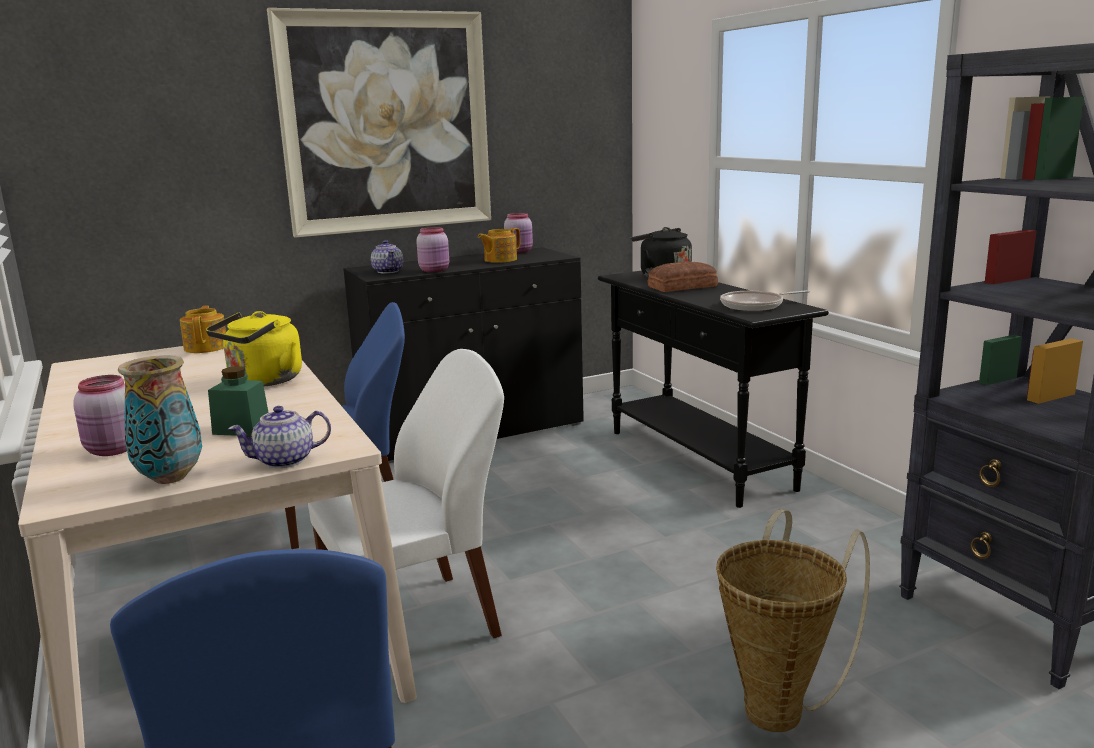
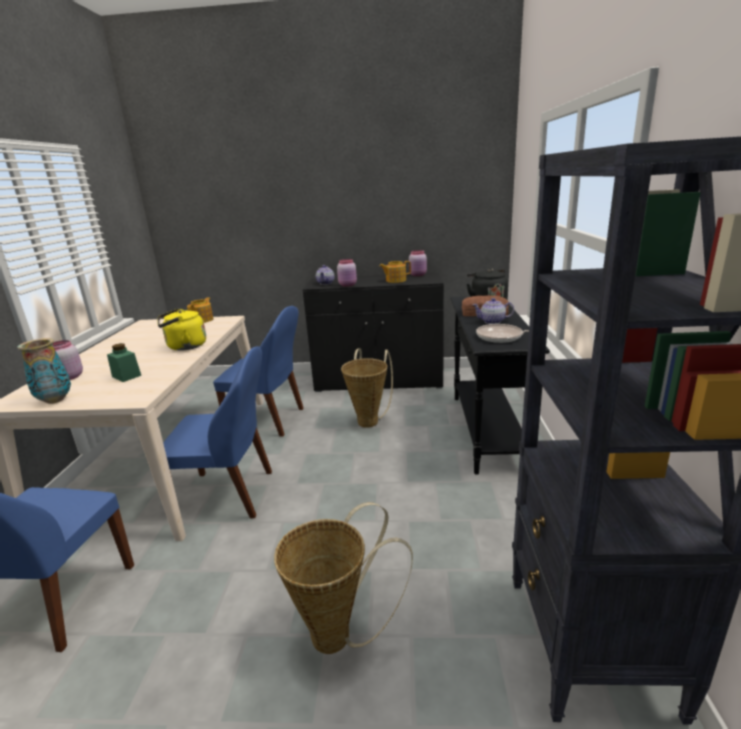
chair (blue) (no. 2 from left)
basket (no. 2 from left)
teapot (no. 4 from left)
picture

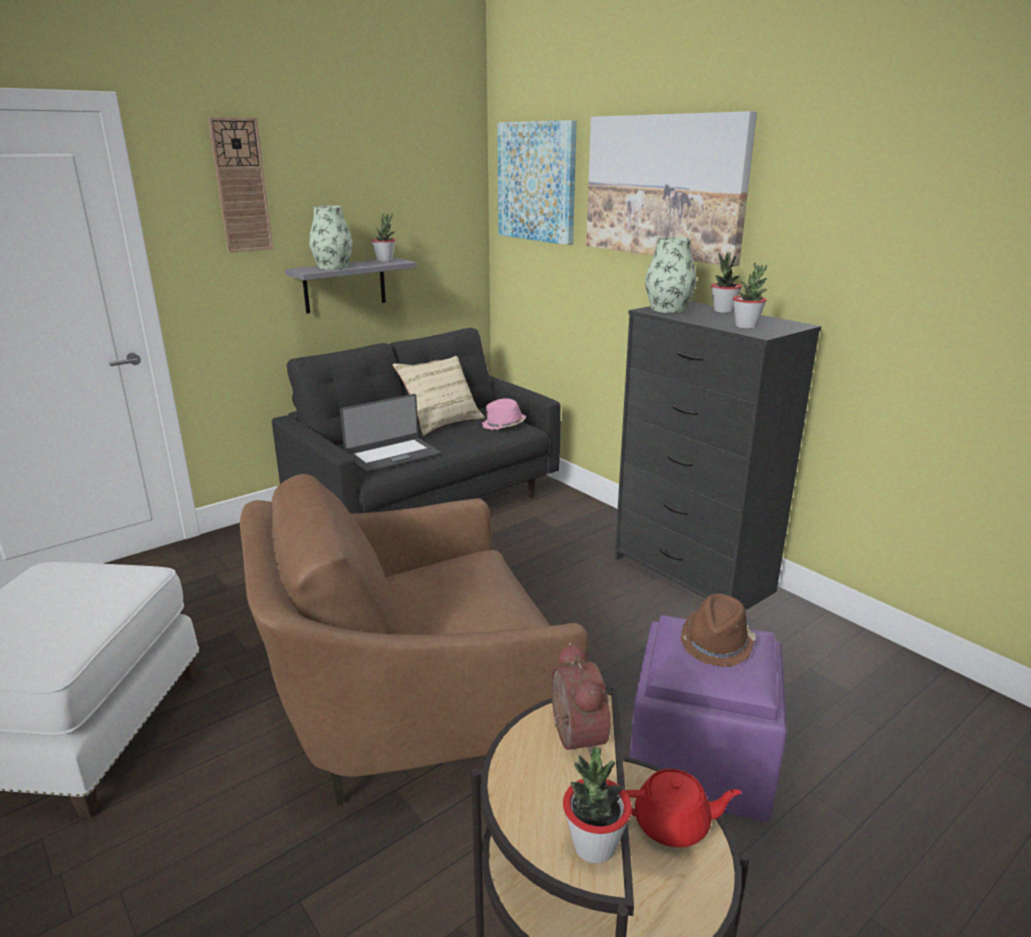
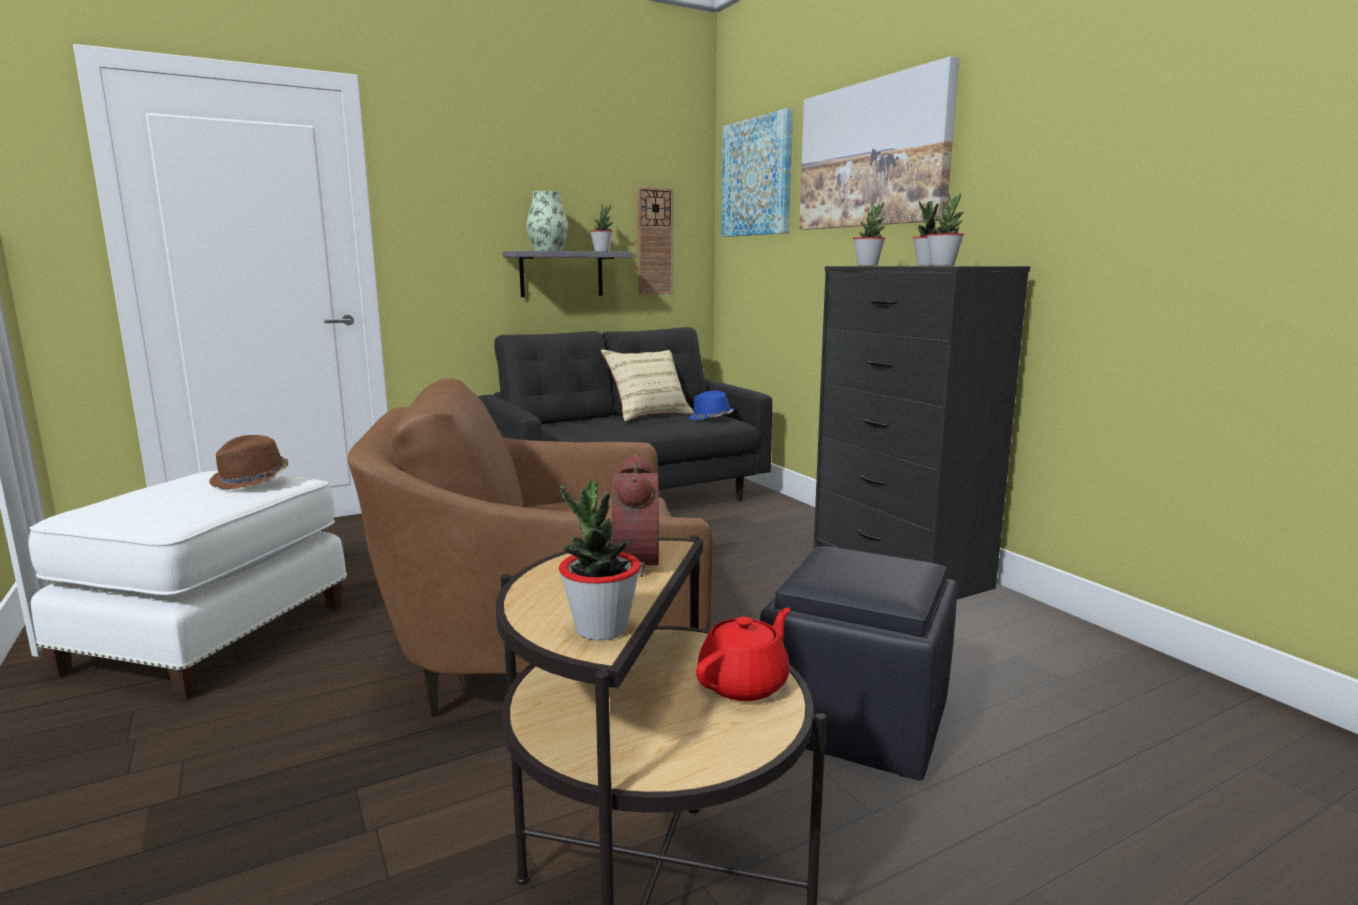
hat (brown)
wall clock
hat (blue)
teapot (red)
ottoman (black)
potted plant (no. 3 from left)
laptop

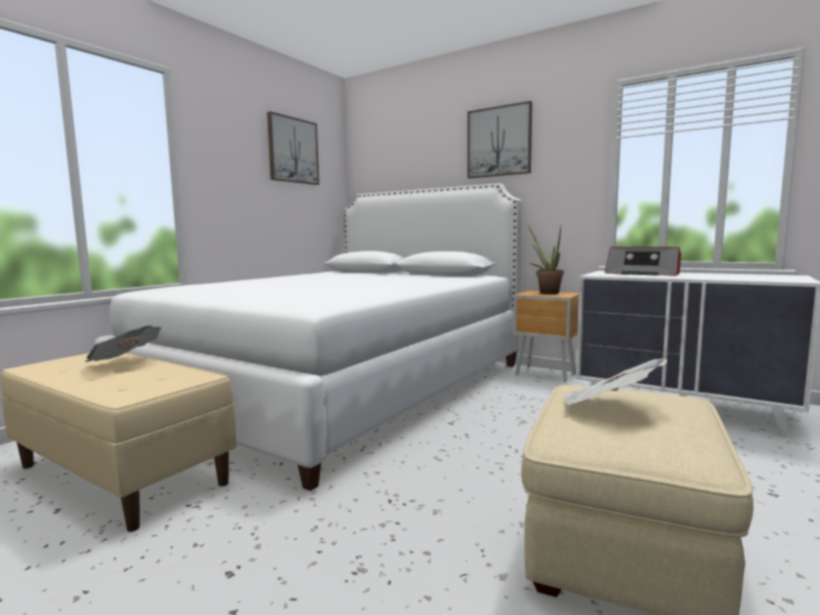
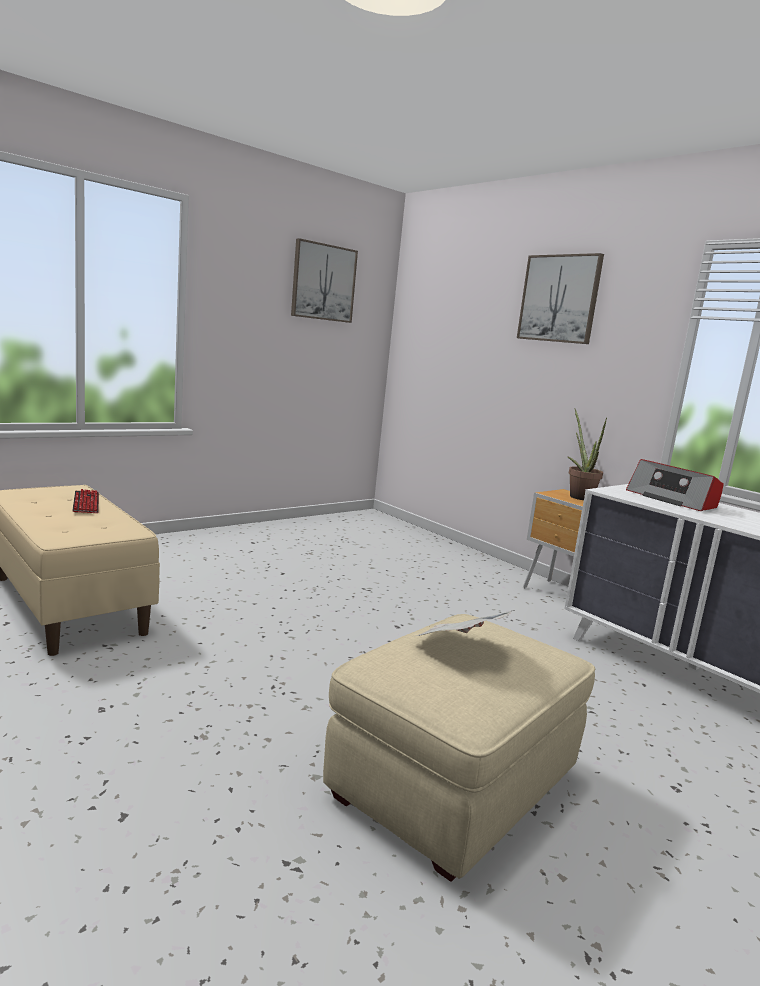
keyboard
bed (white)

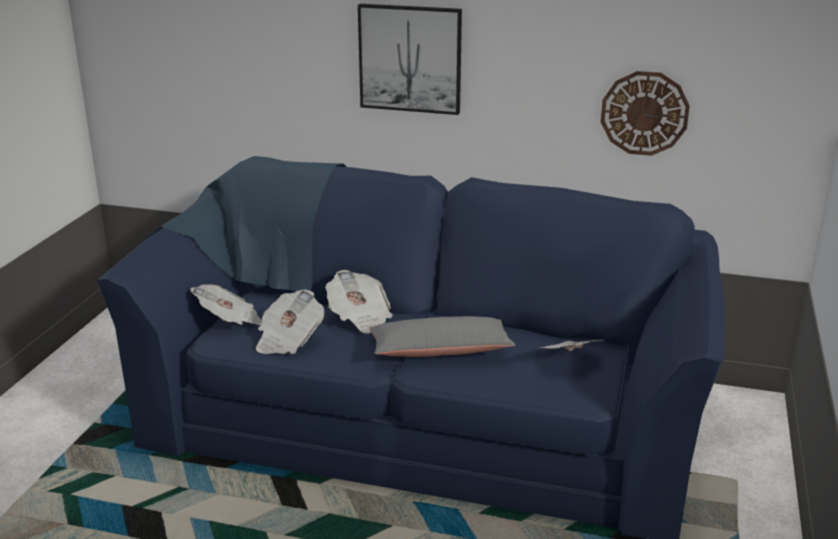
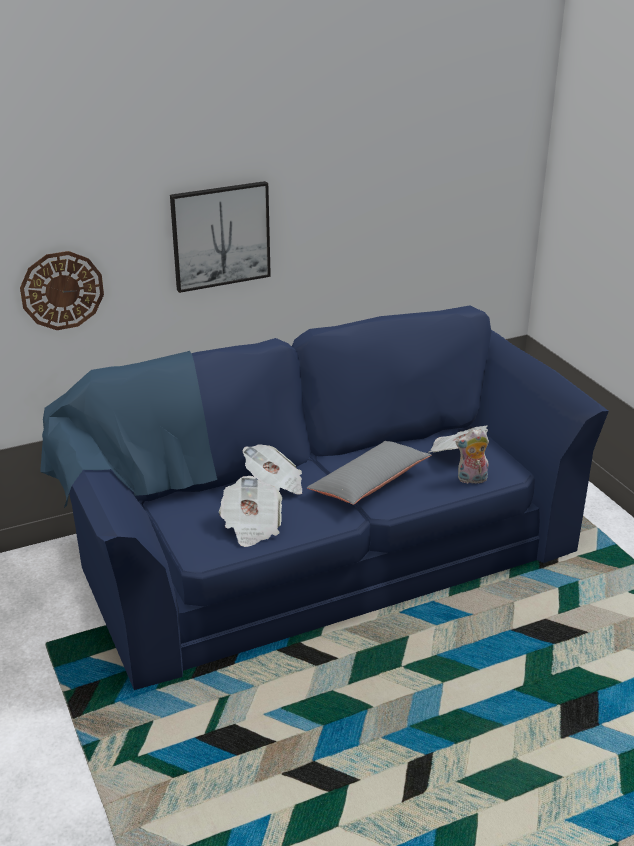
wall clock
plush toy
newspaper (no. 1 from left in the first image)

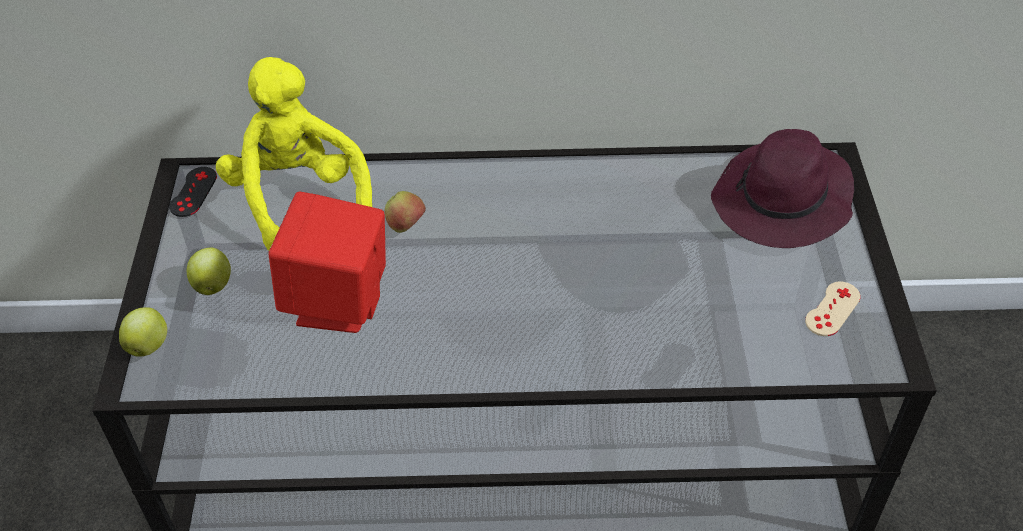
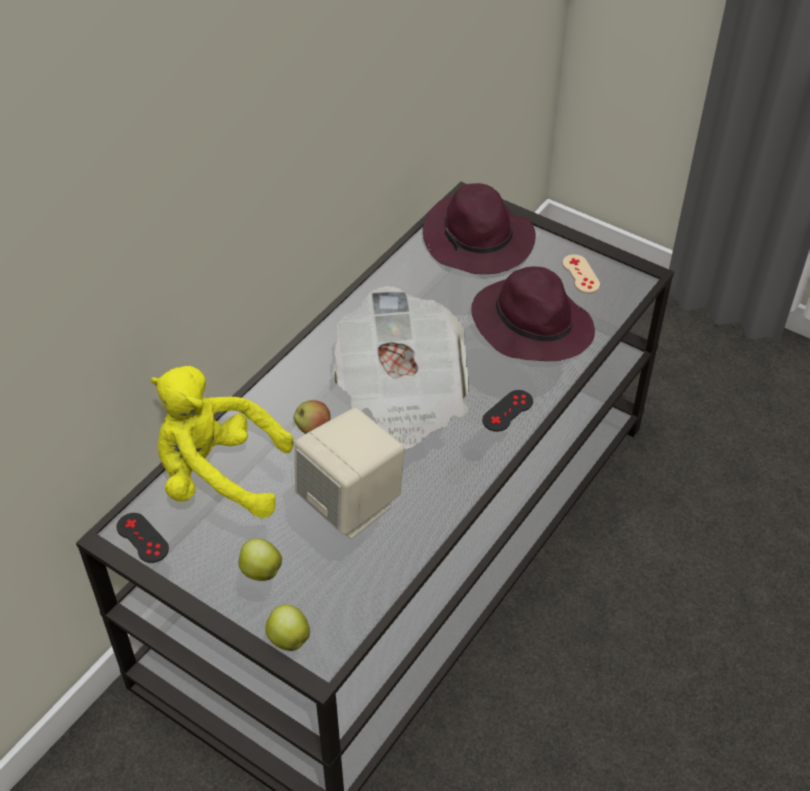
speaker (beige)
newspaper
hat (purple) (no. 2 from left)
game controller (black) (no. 2 from left)

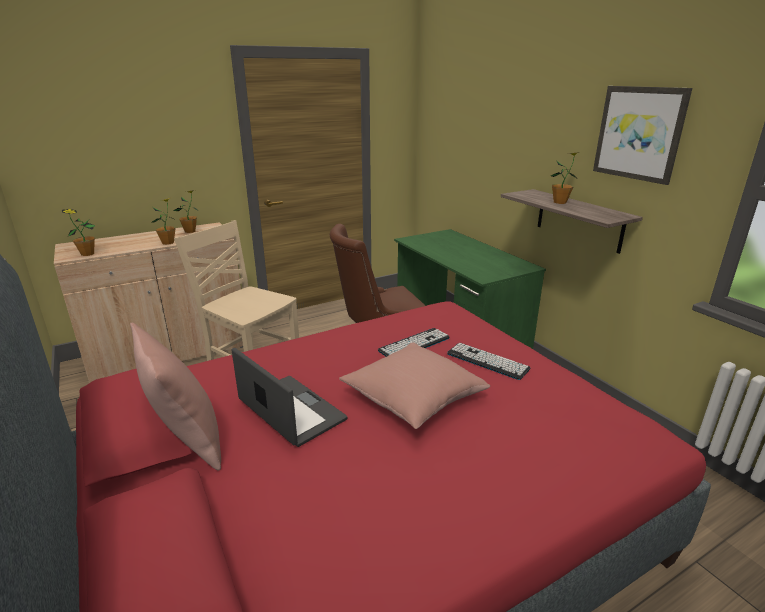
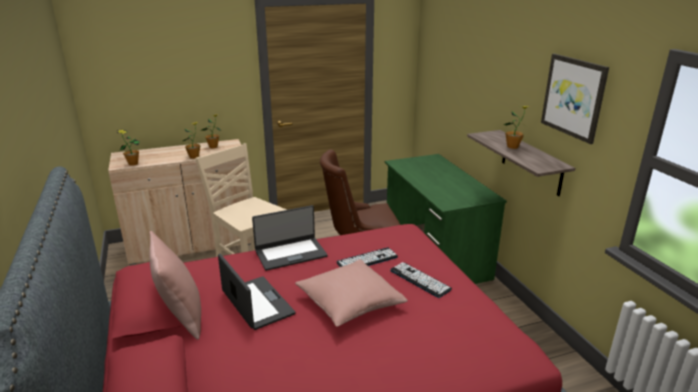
laptop (no. 2 from left)

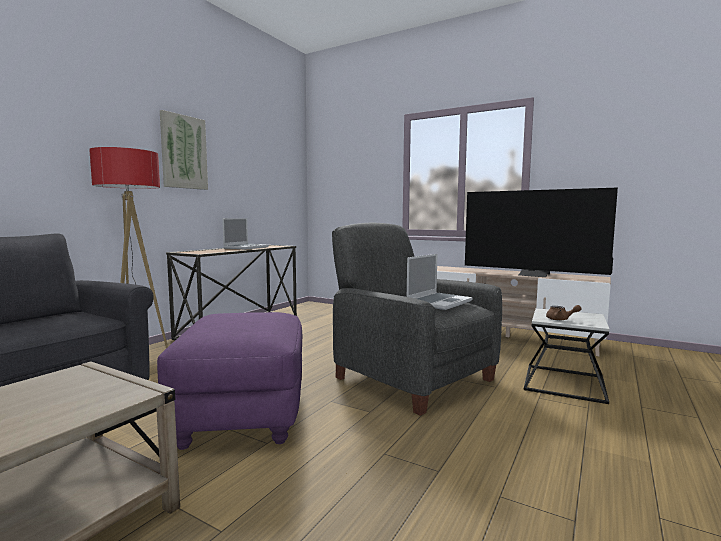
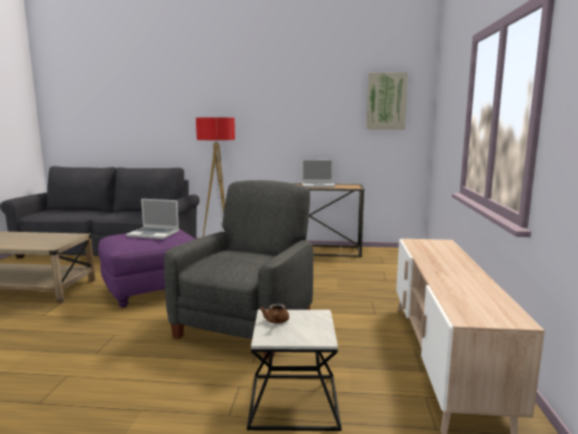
laptop (no. 1 from left)
picture
television

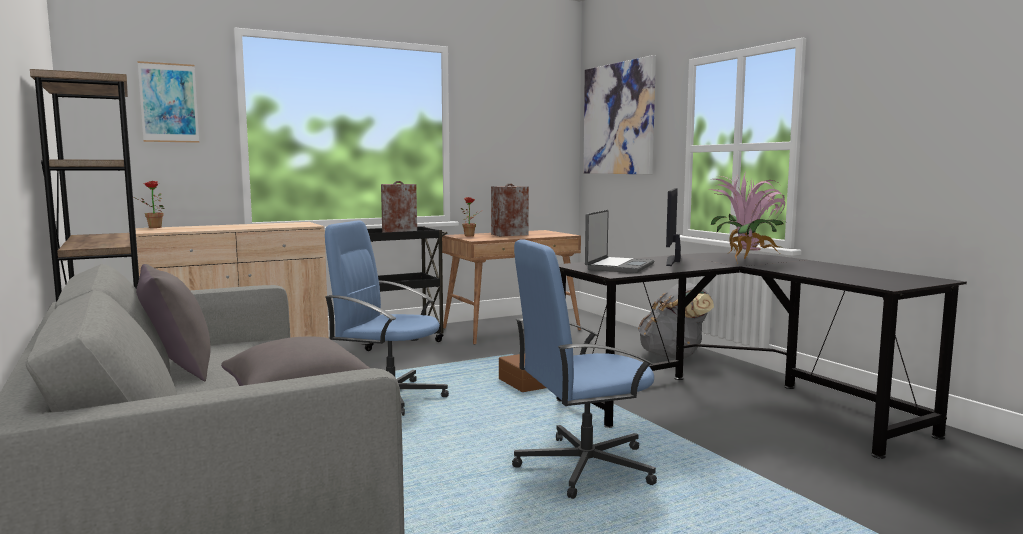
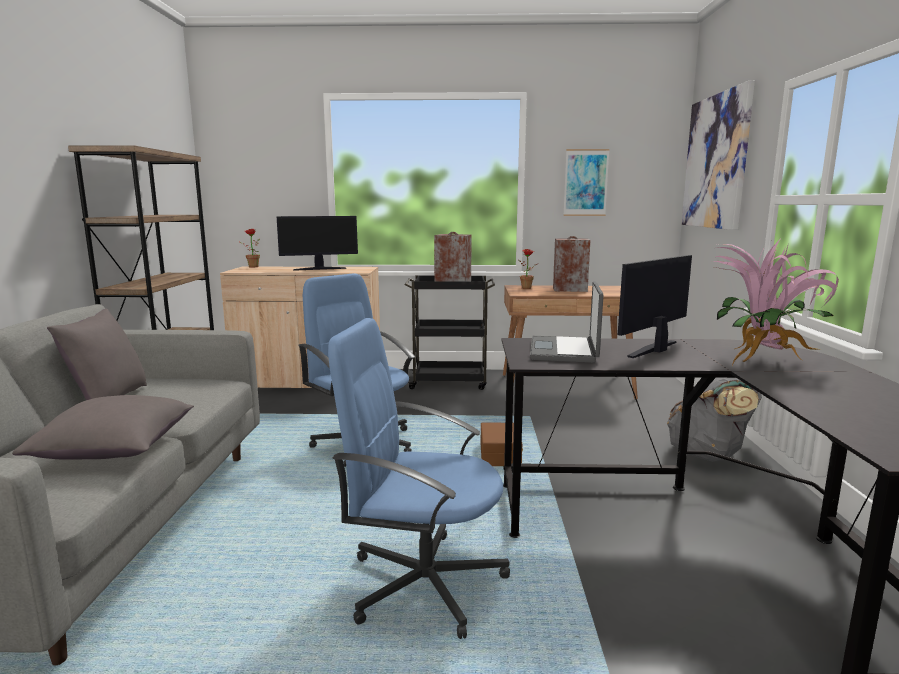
monitor (no. 1 from left)
laptop
picture (no. 1 from left)

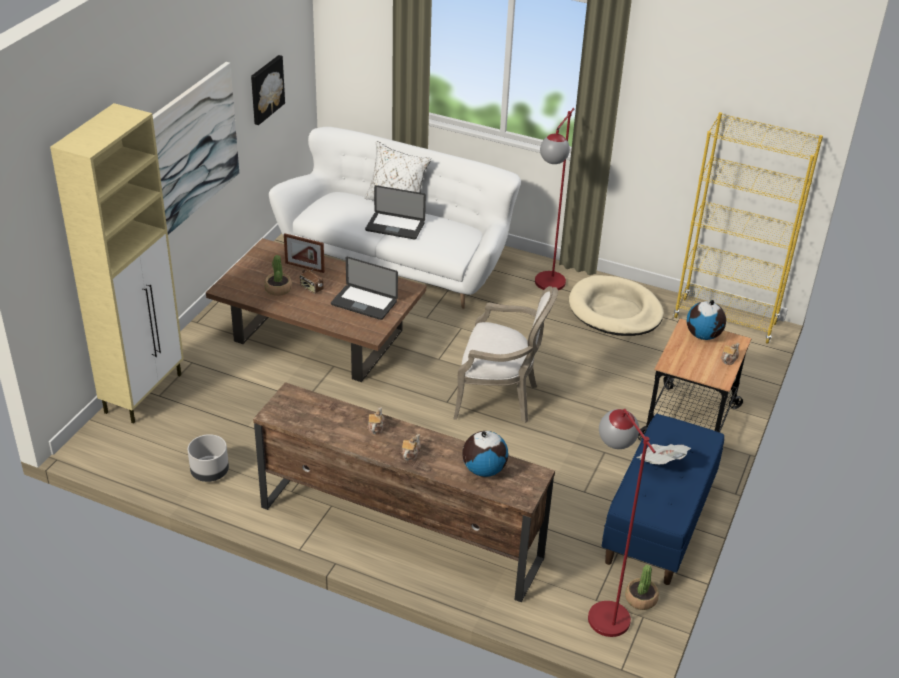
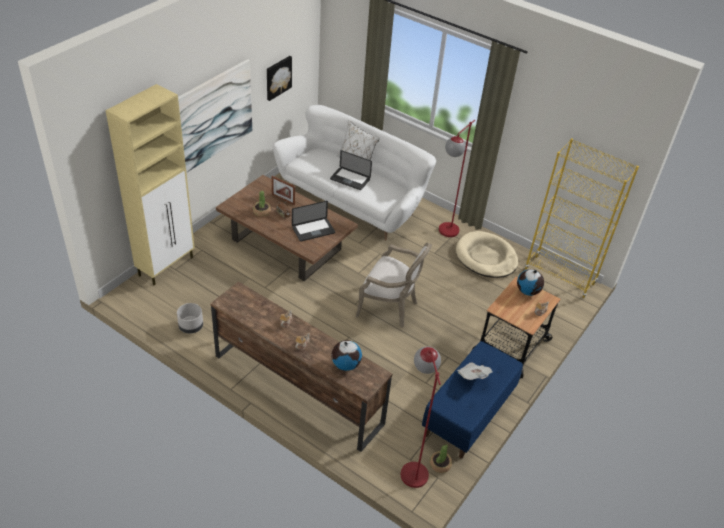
laptop (no. 1 from left)

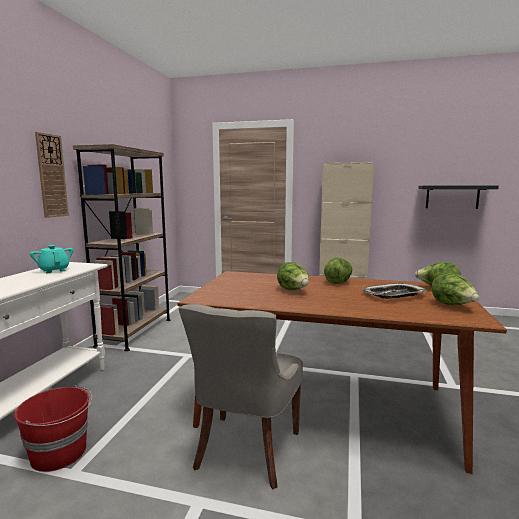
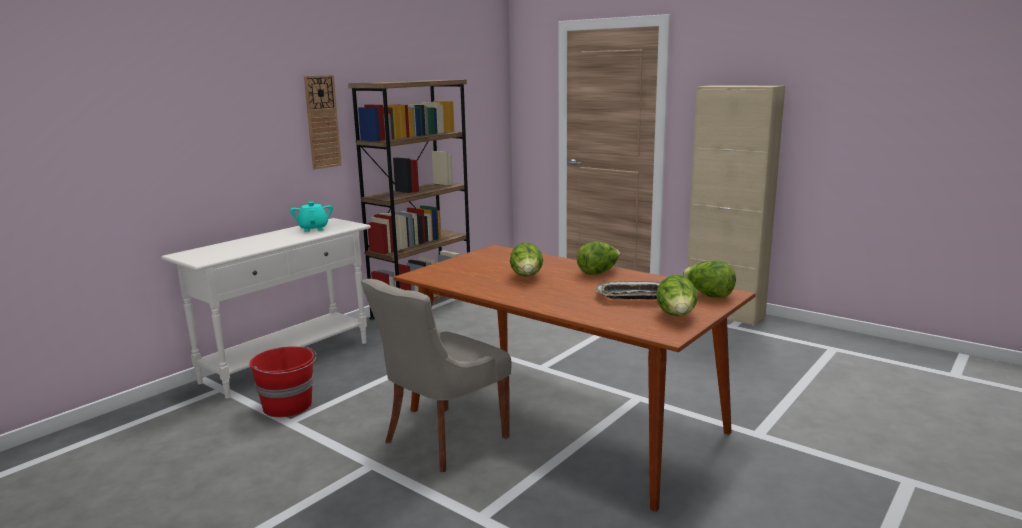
shelf (black)

